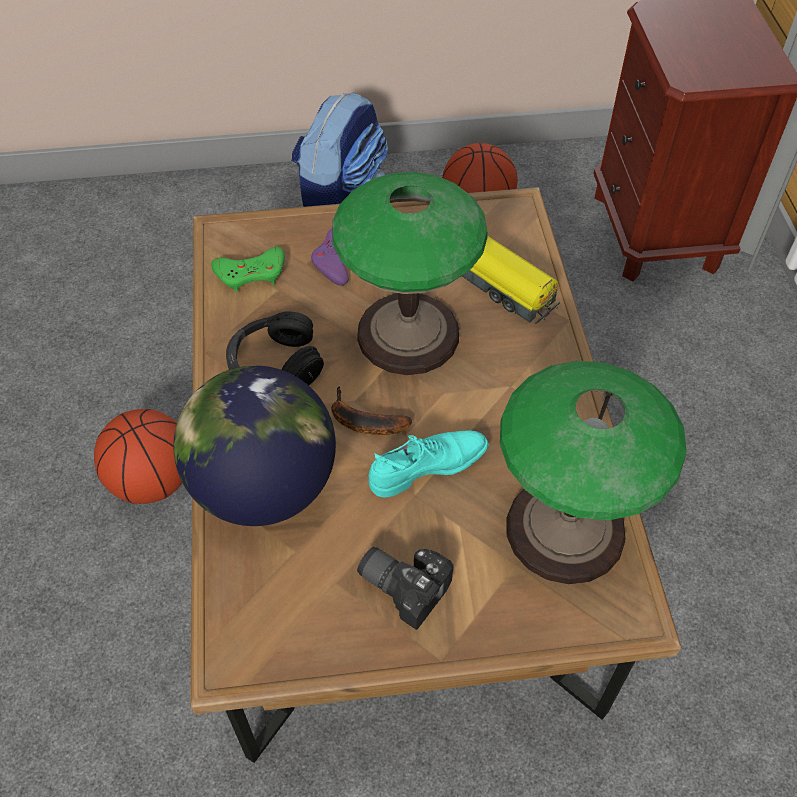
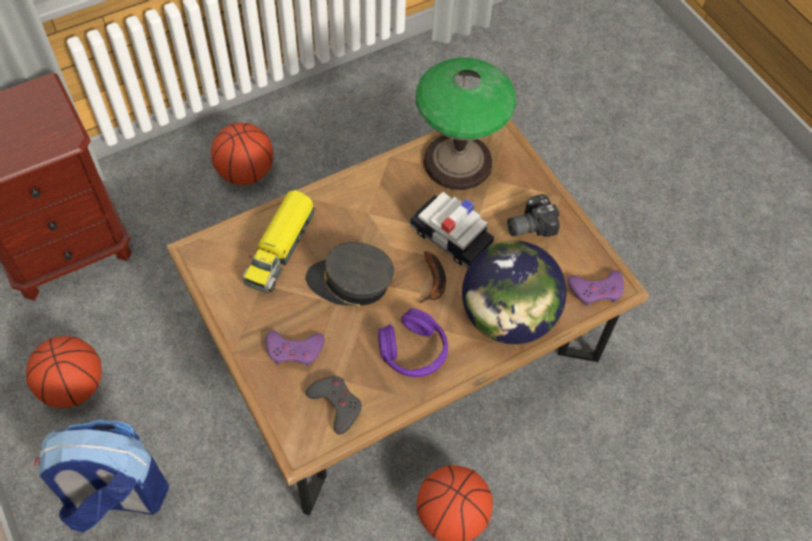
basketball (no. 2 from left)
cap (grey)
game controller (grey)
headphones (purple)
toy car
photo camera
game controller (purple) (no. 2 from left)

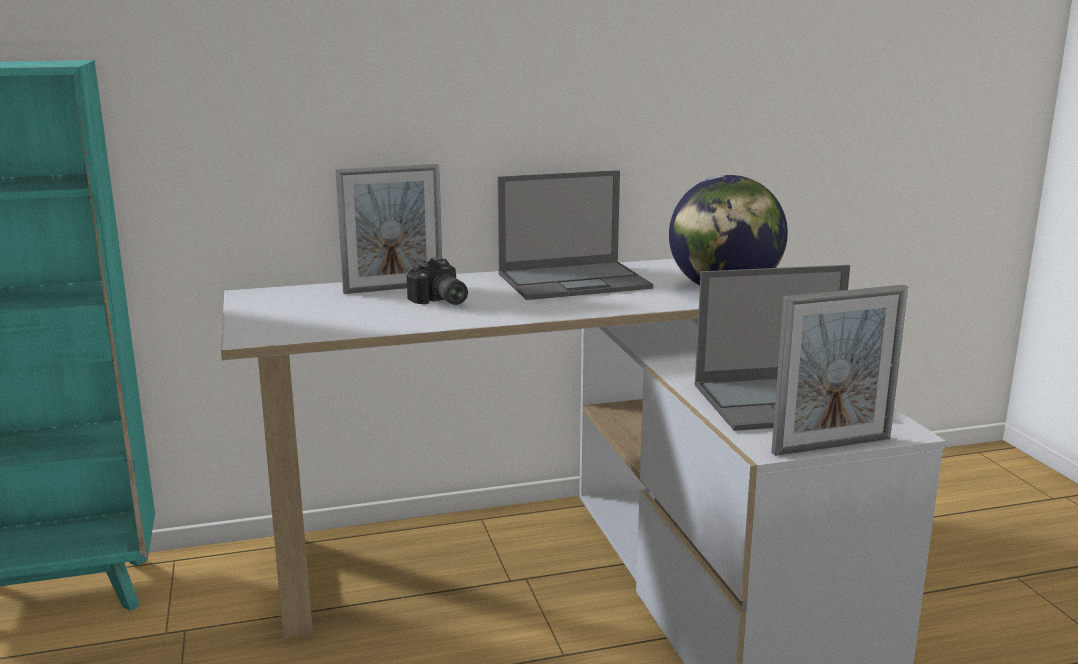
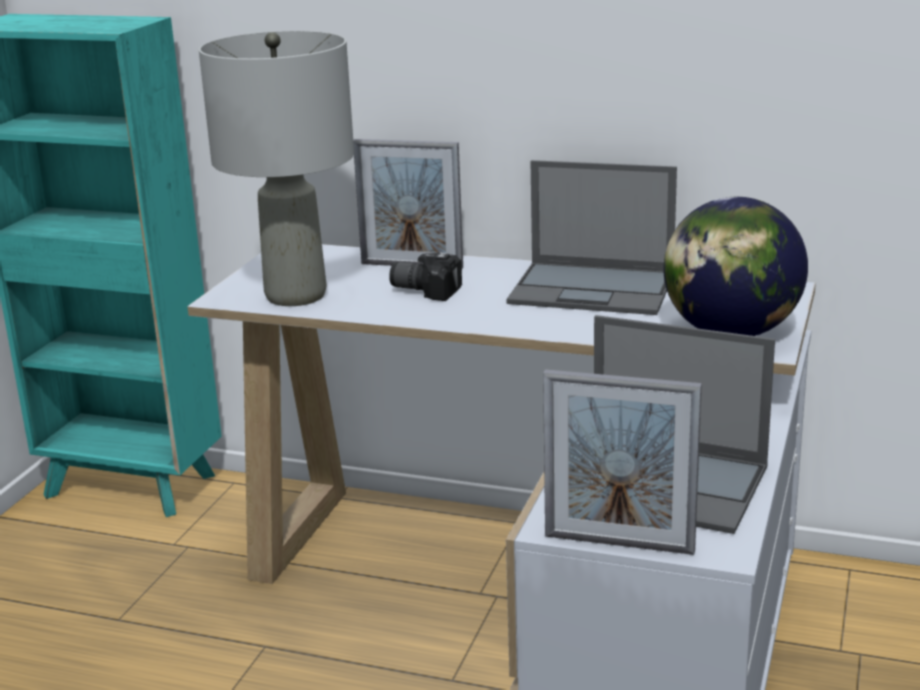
table lamp (grey)
photo camera

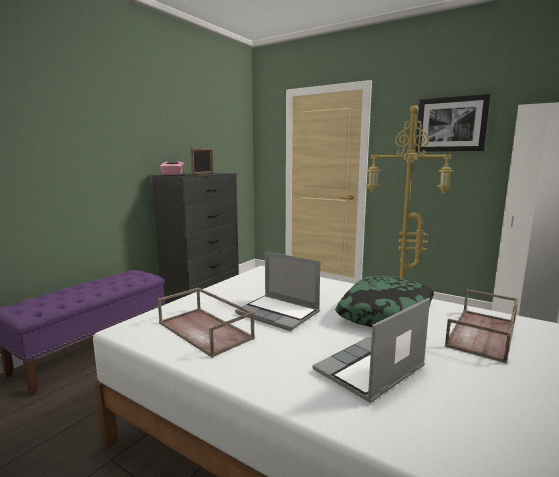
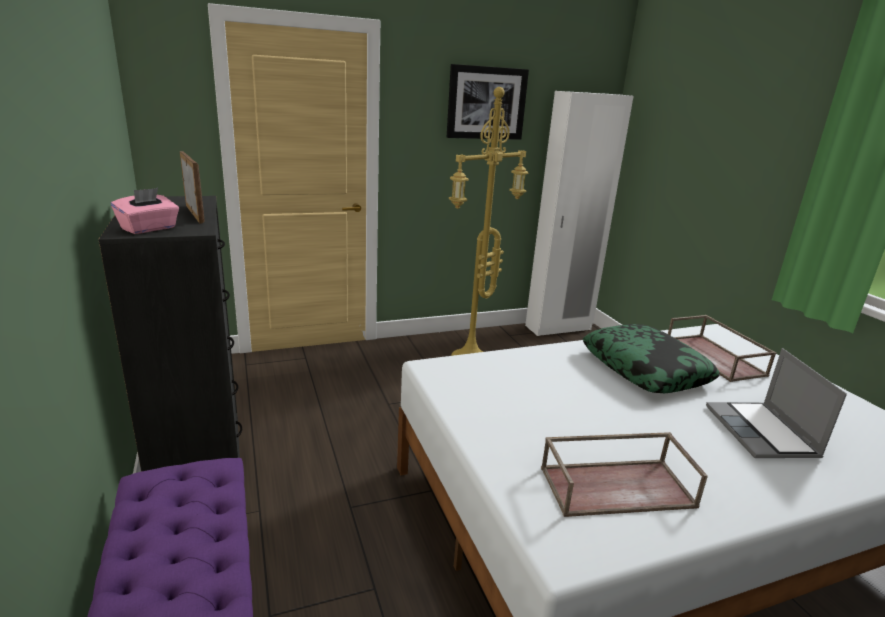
laptop (no. 1 from left in the first image)

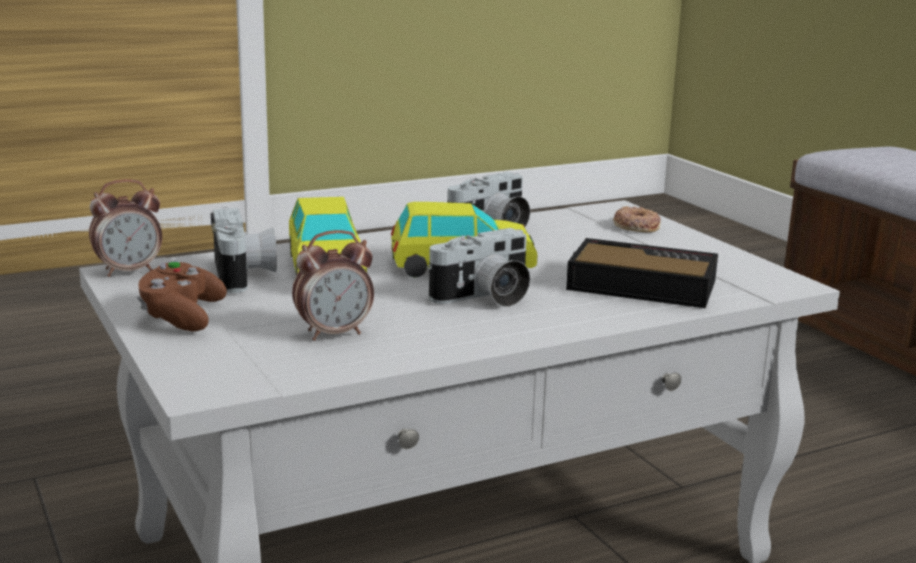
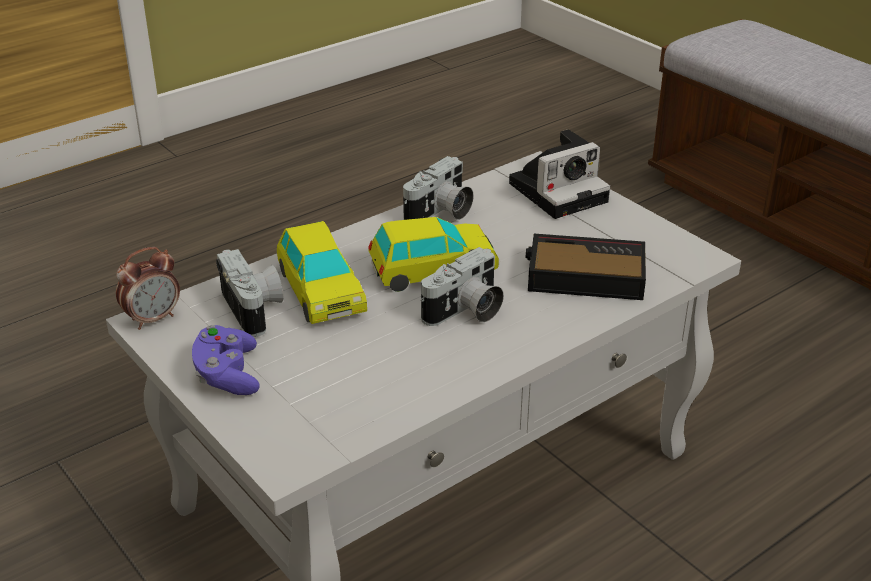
game controller (purple)
photo camera (no. 4 from left)
alarm clock (no. 2 from left in the first image)

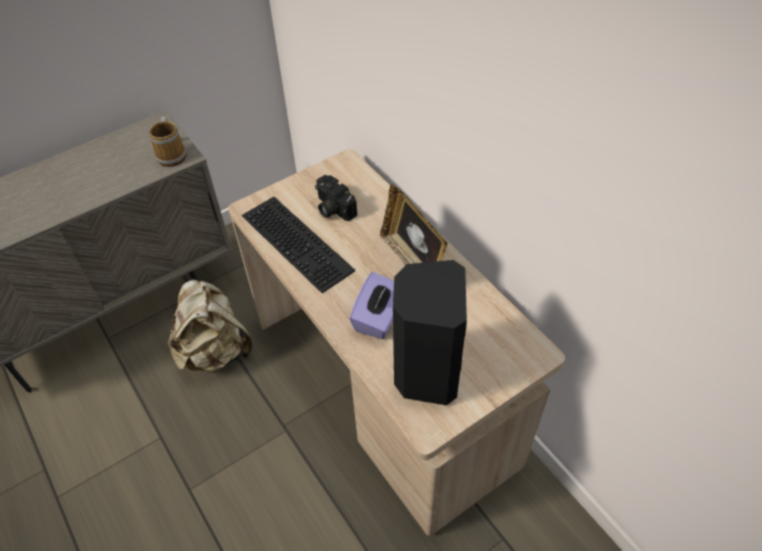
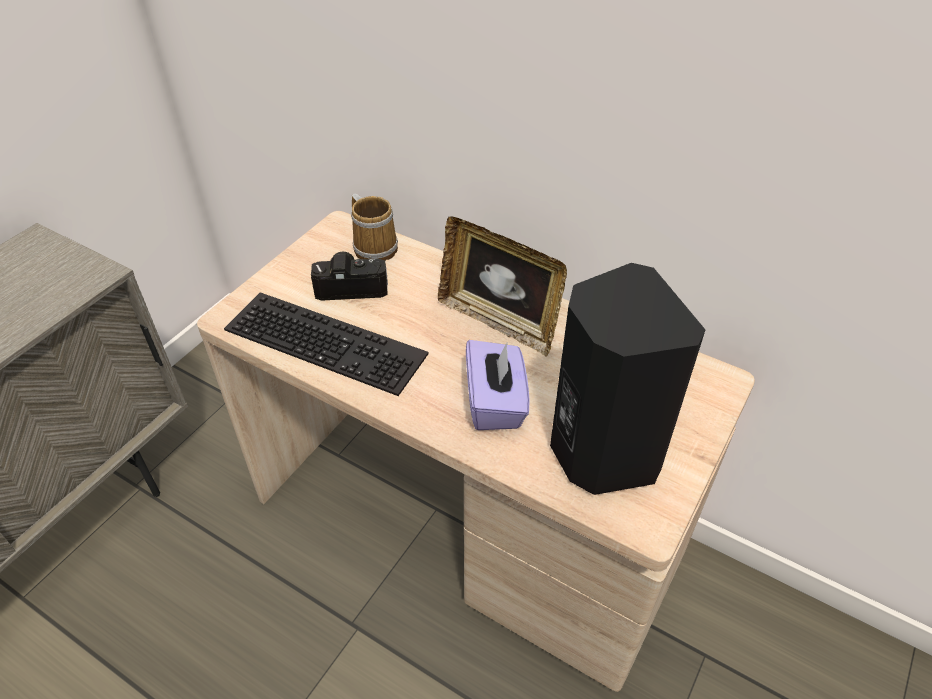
photo camera
mug
backpack (beige)

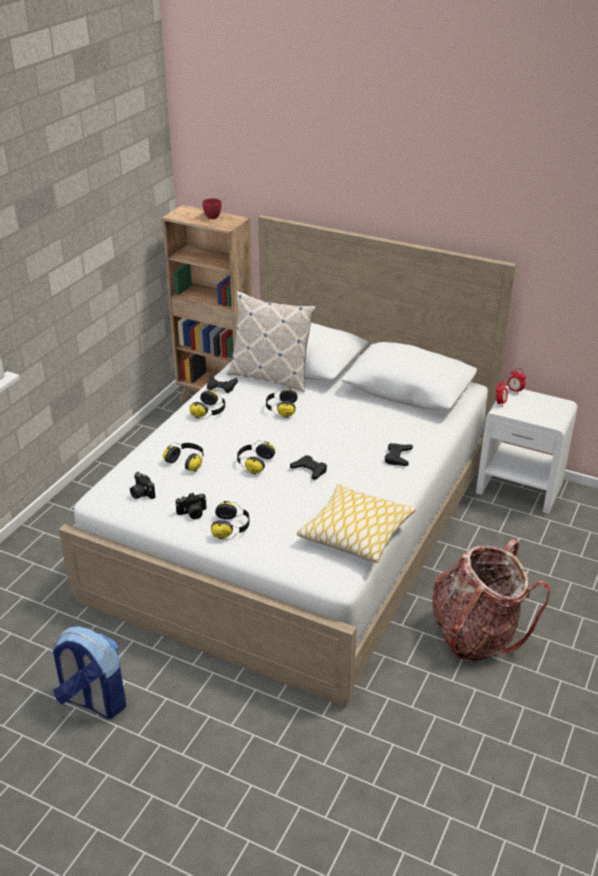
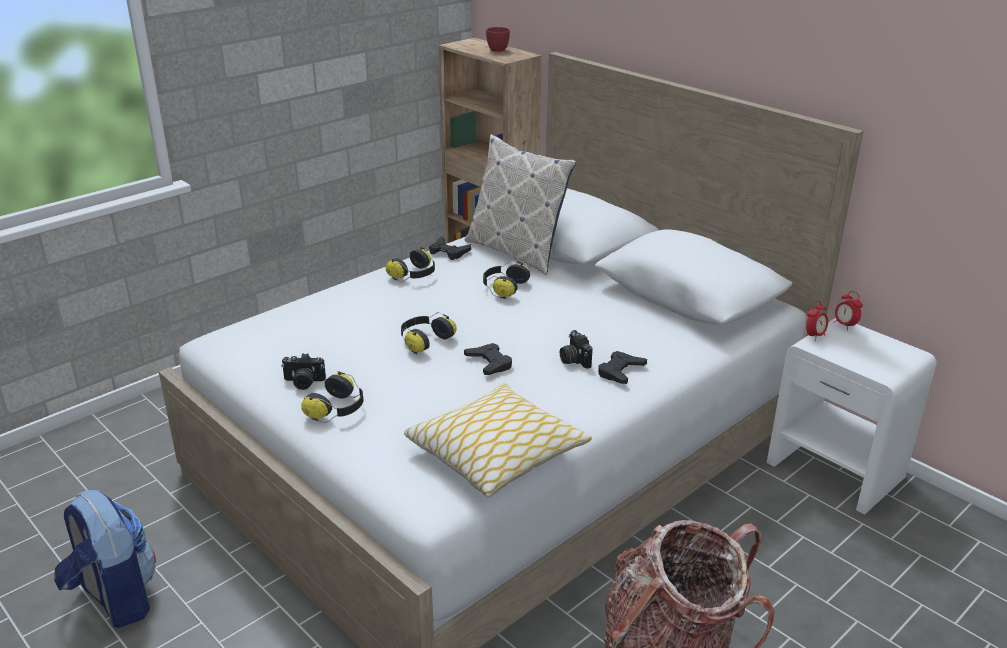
photo camera (no. 2 from left)
headphones (no. 1 from left in the first image)

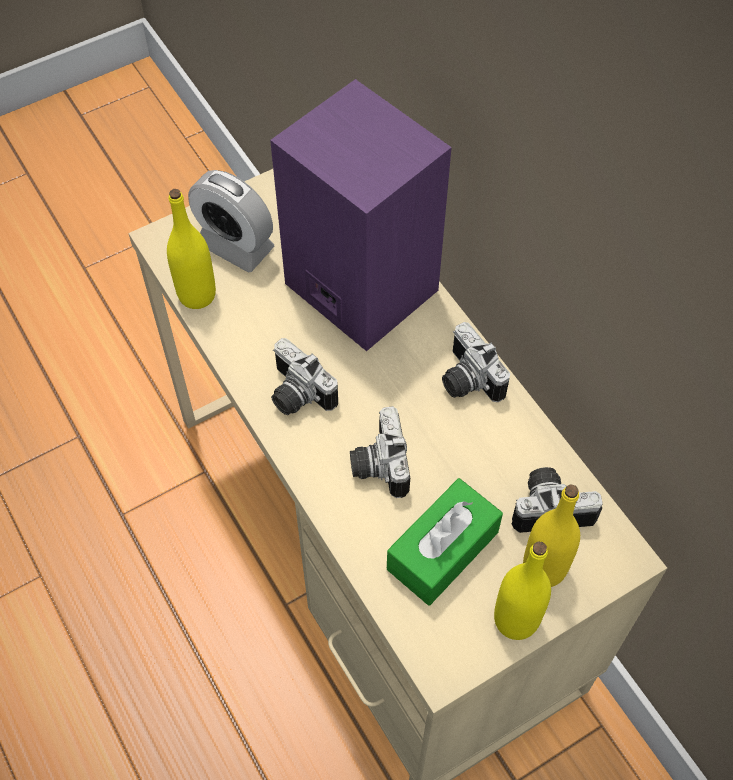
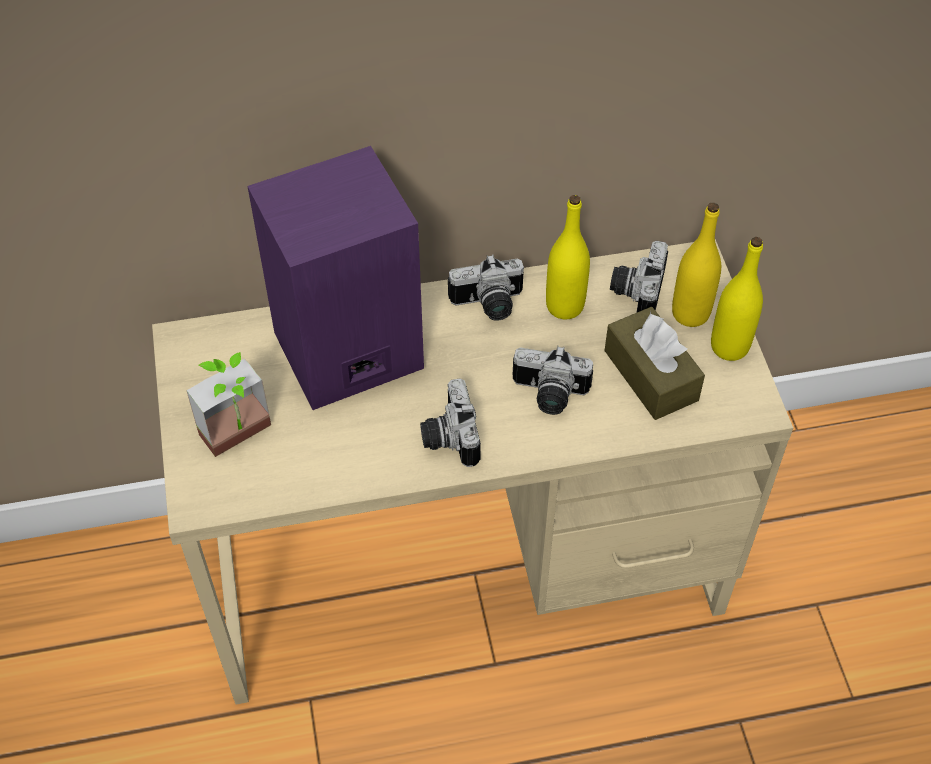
potted plant
photo camera (no. 1 from left)
bottle (yellow) (no. 1 from left)
tissue box (brown)

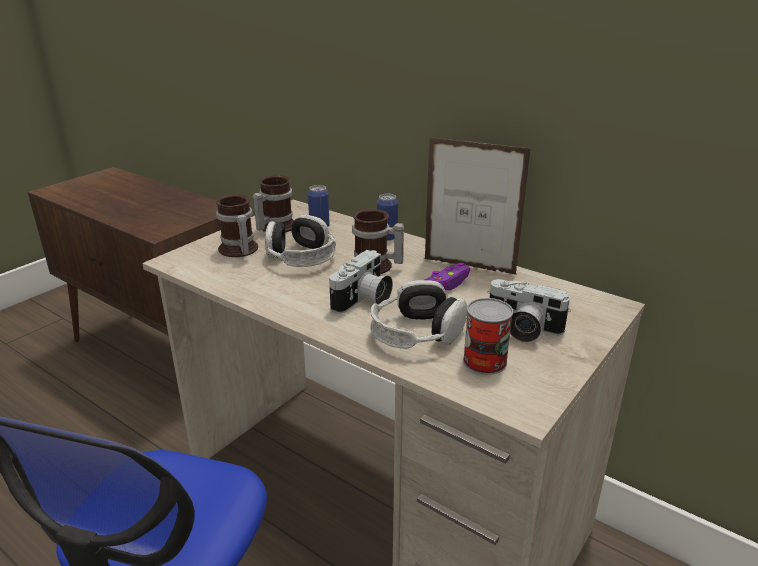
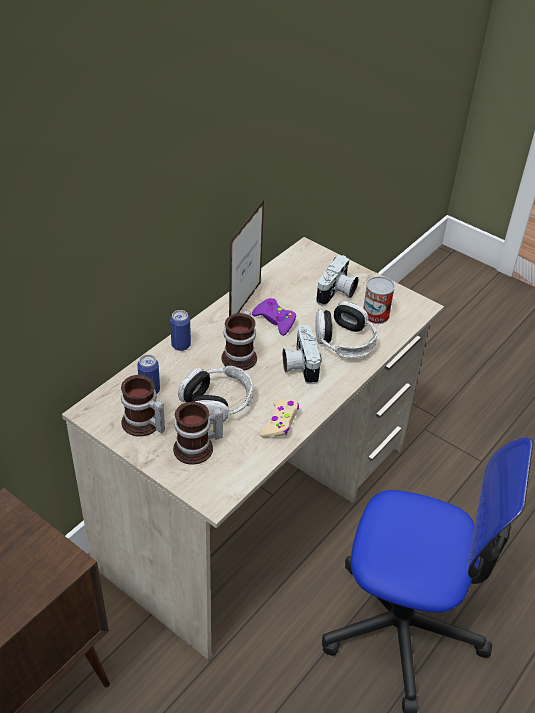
game controller (beige)
photo camera (no. 1 from left)

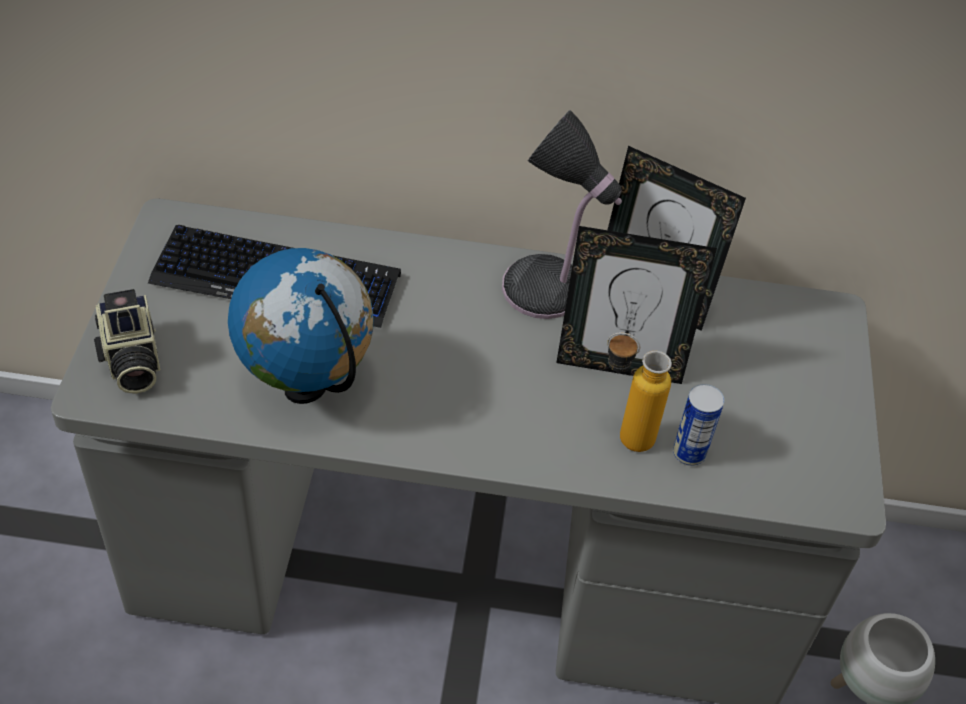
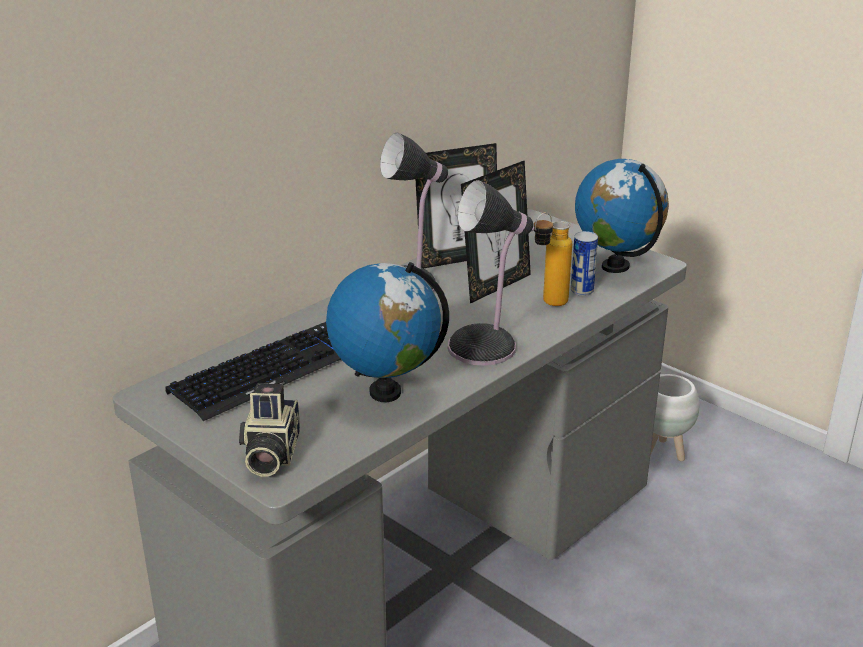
photo camera
table lamp (no. 2 from left)
globe (no. 2 from left)

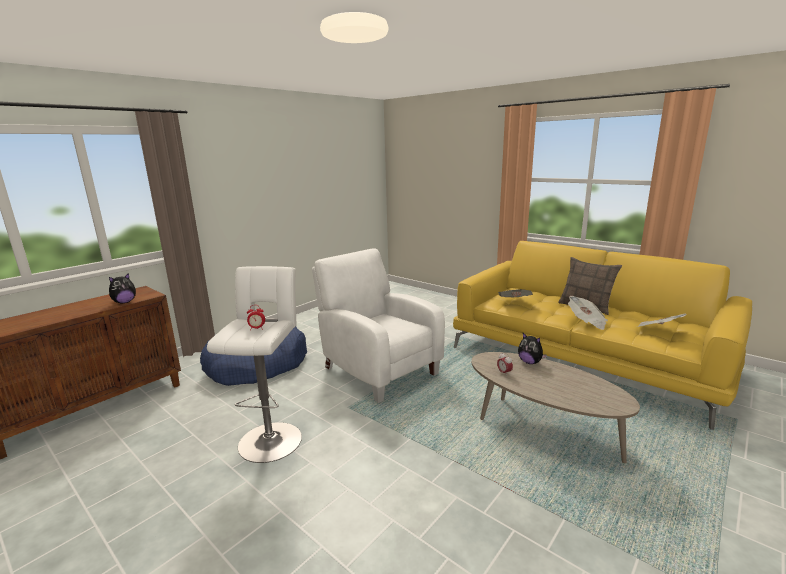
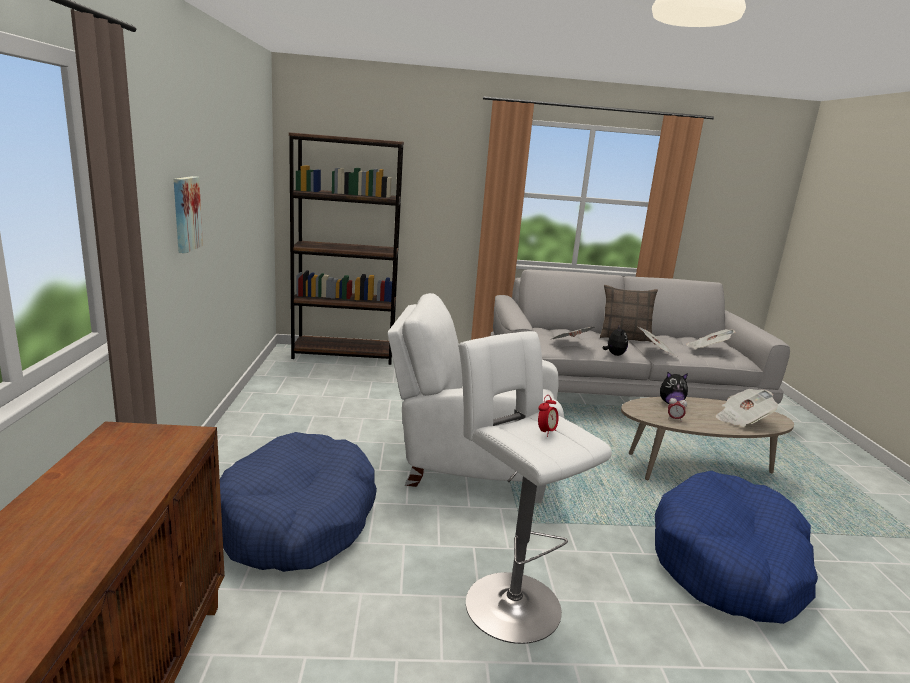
picture
bookcase (brown)
sofa (grey)
plush toy (no. 1 from left)
dog bed (blue) (no. 2 from left)
newspaper (no. 4 from left)

